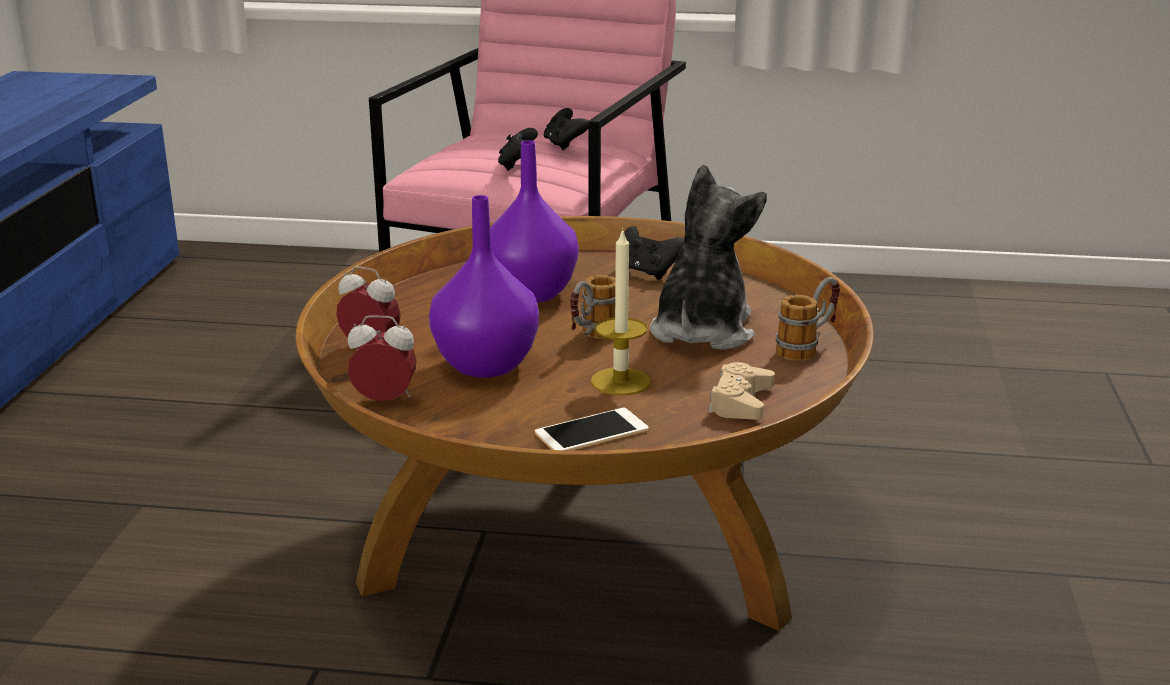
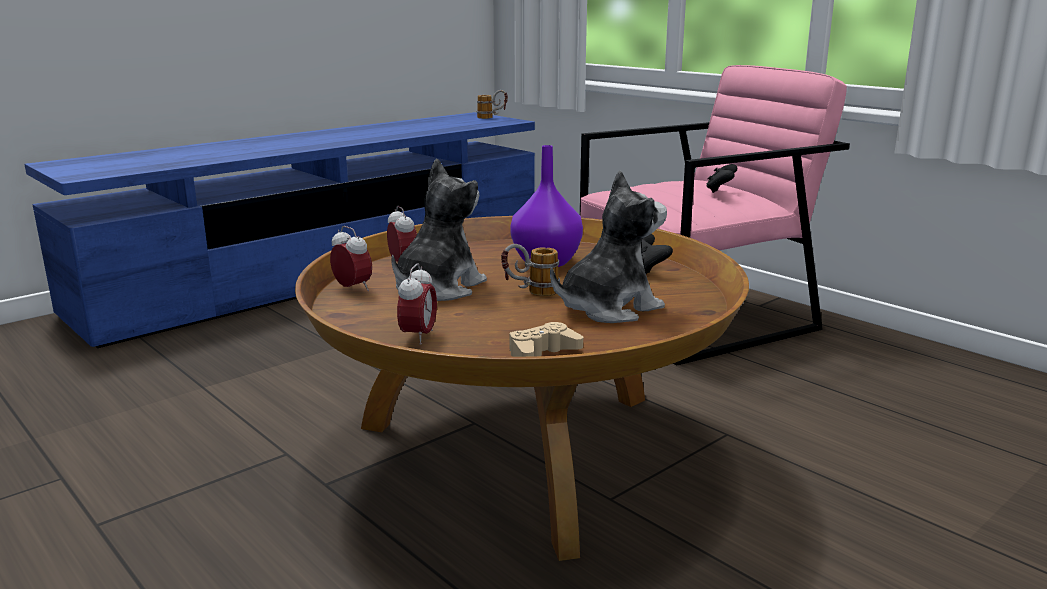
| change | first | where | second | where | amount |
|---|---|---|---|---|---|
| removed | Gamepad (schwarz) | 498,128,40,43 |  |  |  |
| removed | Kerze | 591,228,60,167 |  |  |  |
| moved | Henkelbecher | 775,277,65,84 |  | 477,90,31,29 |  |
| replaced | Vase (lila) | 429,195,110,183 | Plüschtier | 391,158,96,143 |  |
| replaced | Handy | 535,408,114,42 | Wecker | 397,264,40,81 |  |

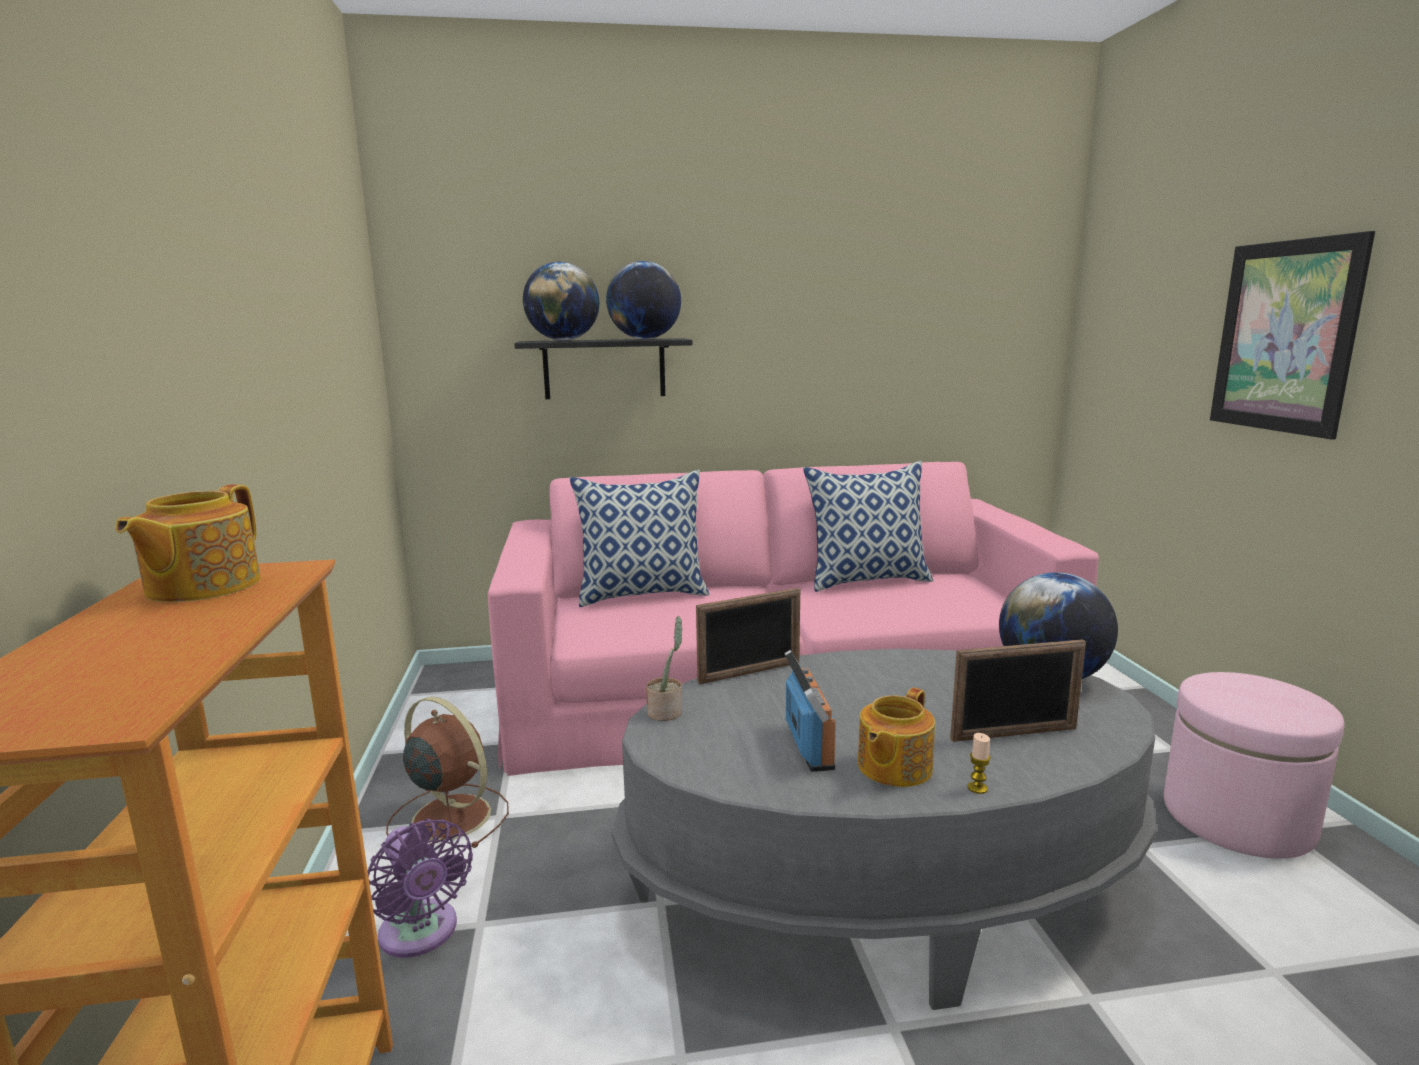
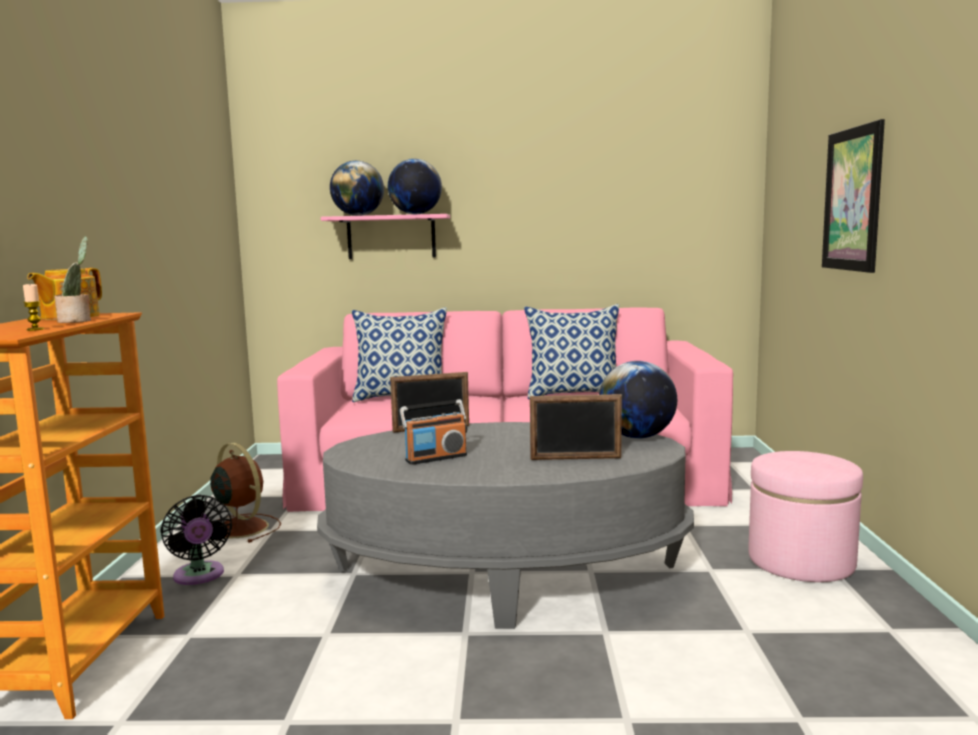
| change | first | where | second | where | amount |
|---|---|---|---|---|---|
| removed | Teekanne | 858,688,77,99 |  |  |  |
| moved | Topfpflanze | 646,616,37,105 |  | 55,236,36,87 |  |
| moved | Kerze | 967,733,24,61 |  | 23,284,21,47 |  |
| recoloured | Ventilator (lila) | 368,819,105,139 | Ventilator (schwarz) | 160,495,72,90 |  |
| recoloured | Wandregal (schwarz) | 514,338,179,61 | Wandregal (rosa) | 321,214,129,45 |  |
| turned | Radio | 784,650,52,122 |  | 400,399,67,66 | 60 degrees clockwise |

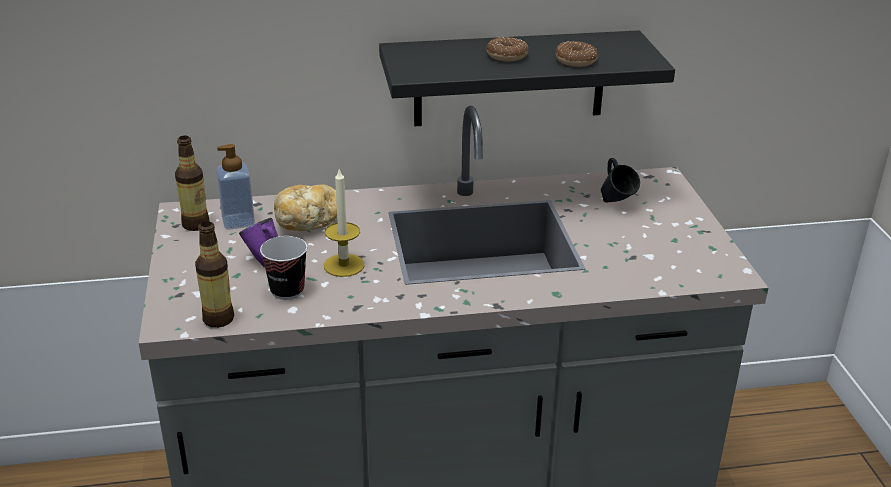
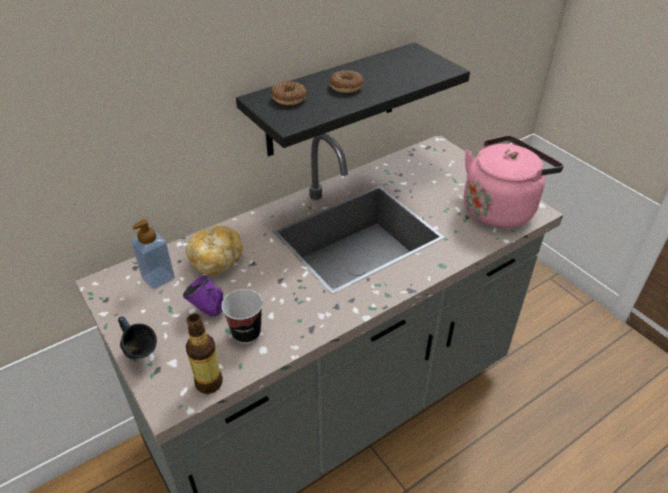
| change | first | where | second | where | amount |
|---|---|---|---|---|---|
| removed | Flasche | 175,136,34,95 |  |  |  |
| removed | Kerze | 324,167,41,110 |  |  |  |
| added |  |  | Wasserkessel (rosa) | 464,135,100,93 |  |
| moved | Donut | 555,41,43,26 |  | 271,81,36,24 |  |
| moved | Henkelbecher (blau) | 601,158,39,44 |  | 118,316,39,43 |  |

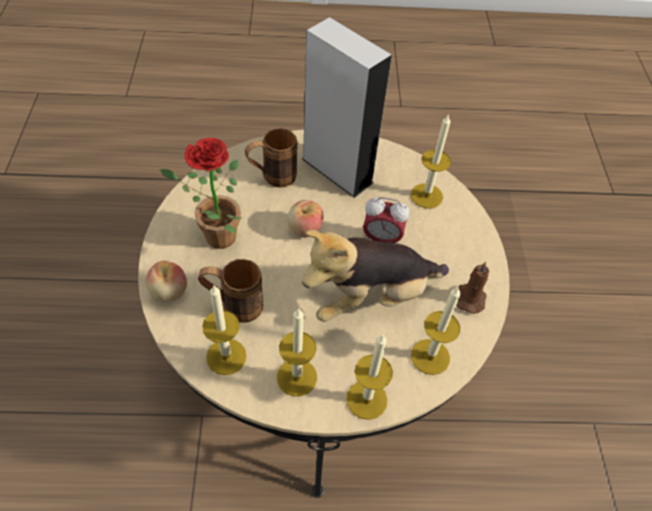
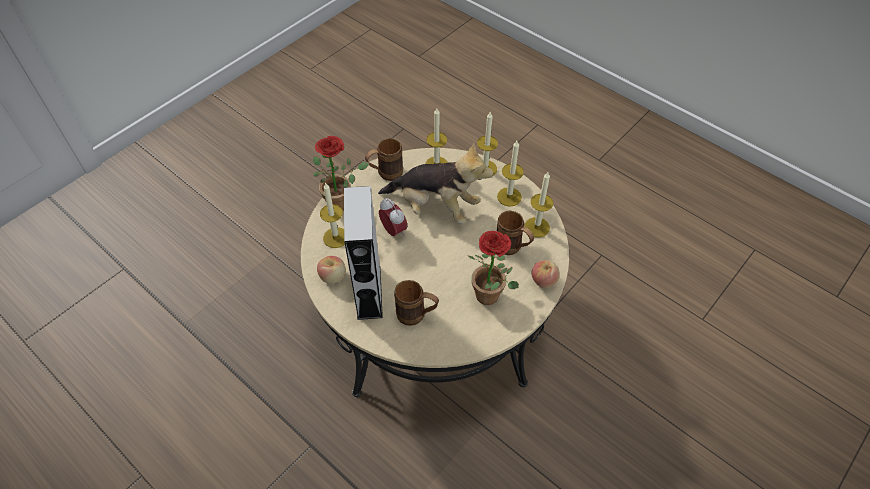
| change | first | where | second | where | amount |
|---|---|---|---|---|---|
| added |  |  | Topfpflanze | 313,136,56,75 |  |
| moved | Apfel | 287,200,37,38 |  | 317,256,29,28 |  |
| replaced | Kerze (braun) | 456,262,33,52 | Henkelbecher (braun) | 365,138,38,43 |  |

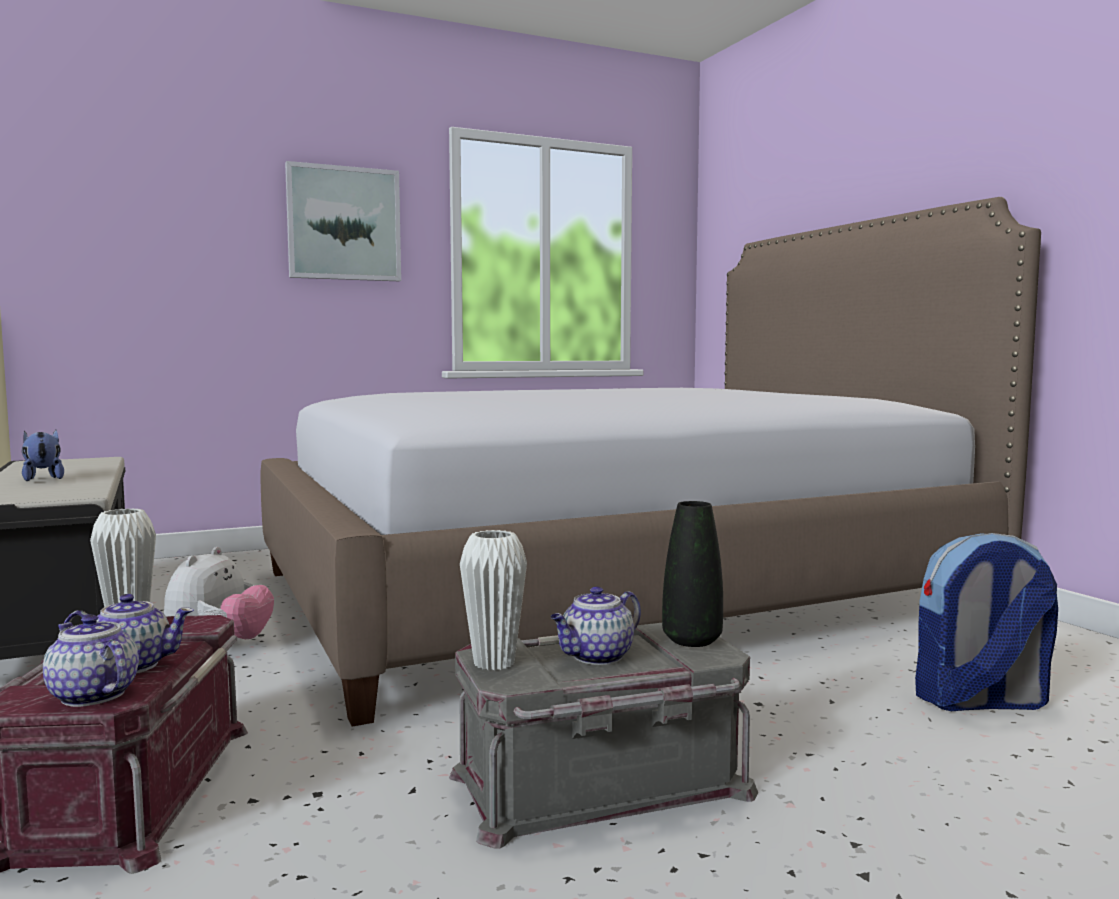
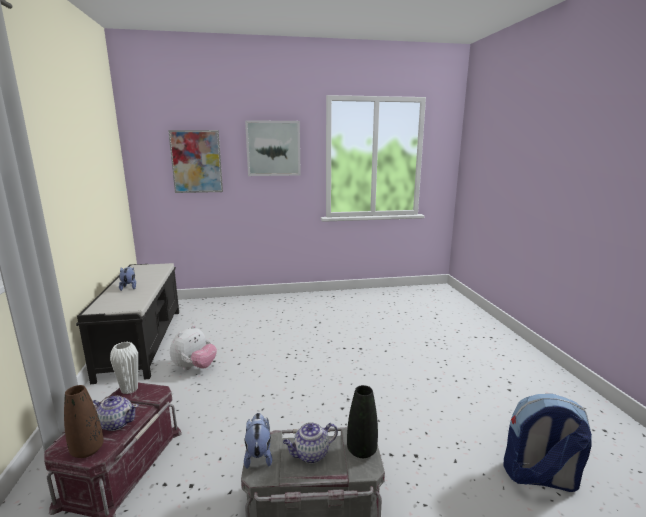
| change | first | where | second | where | amount |
|---|---|---|---|---|---|
| removed | Bett | 260,197,781,530 |  |  |  |
| added |  |  | Bild | 168,130,55,63 |  |
| replaced | Teekanne | 43,614,96,93 | Vase (braun) | 64,385,40,73 |  |
| replaced | Vase (weiß) | 460,530,67,140 | Plüschtier | 244,413,28,56 |  |

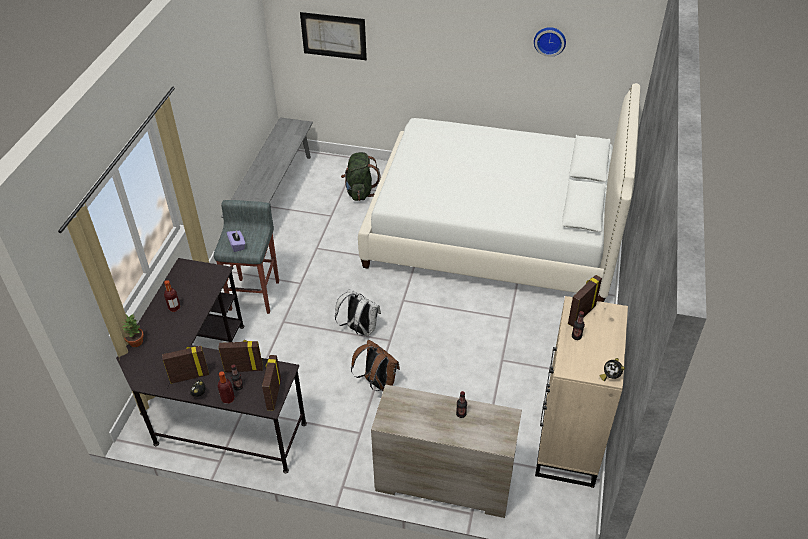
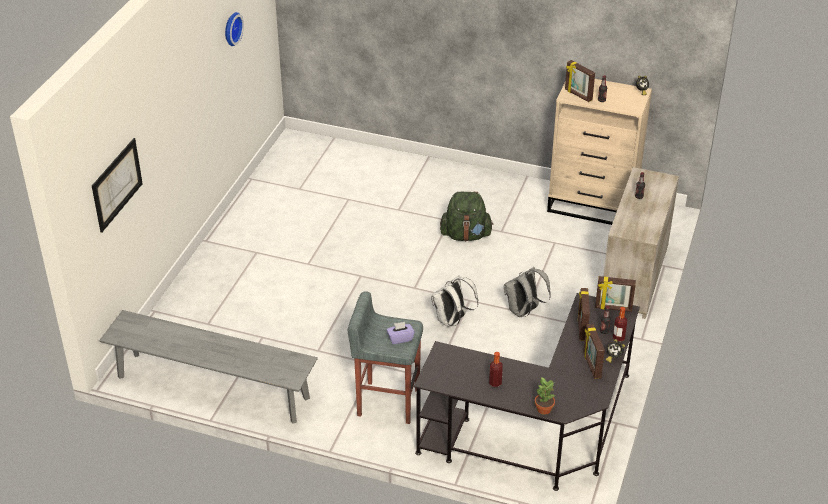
| change | first | where | second | where | amount |
|---|---|---|---|---|---|
| removed | Bett (weiß) | 358,83,282,219 |  |  |  |
| moved | Rucksack (grün) | 341,152,40,49 |  | 440,192,54,49 |  |
| recoloured | Rucksack (braun) | 351,340,49,51 | Rucksack (grau) | 504,267,47,50 |  |

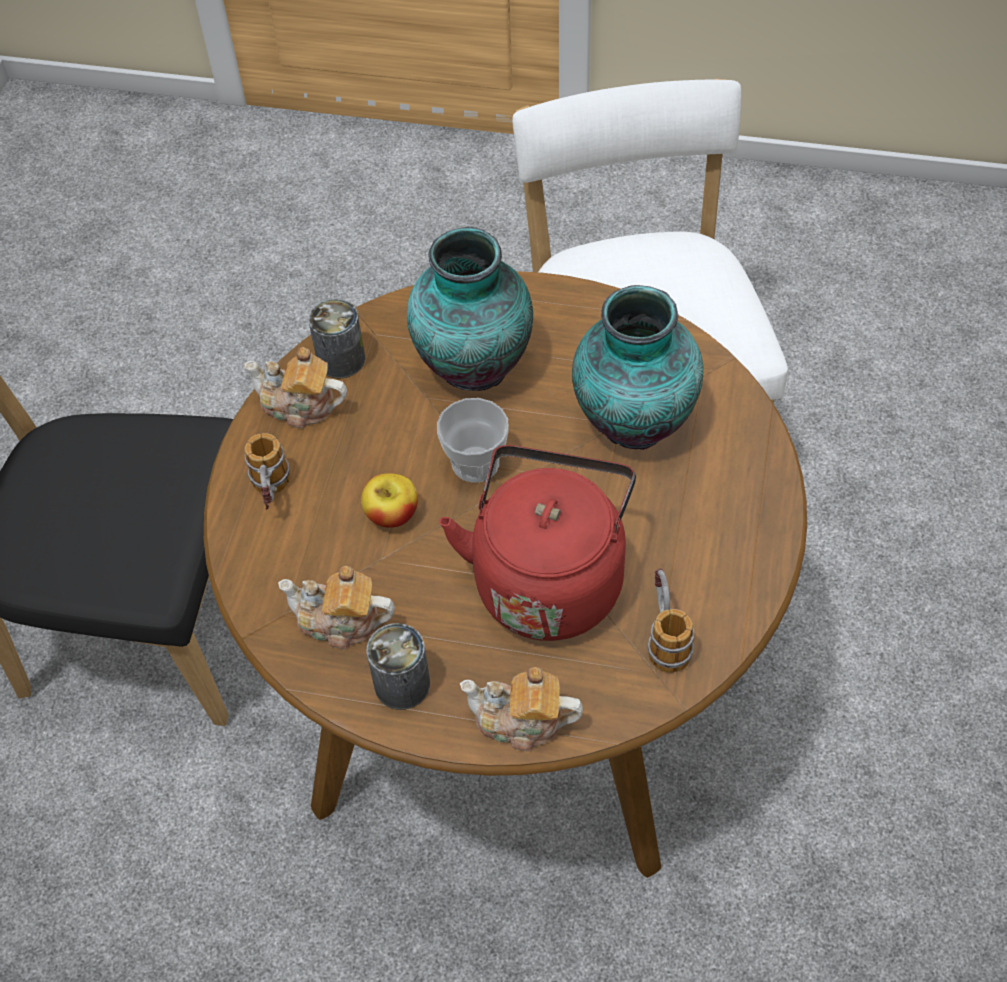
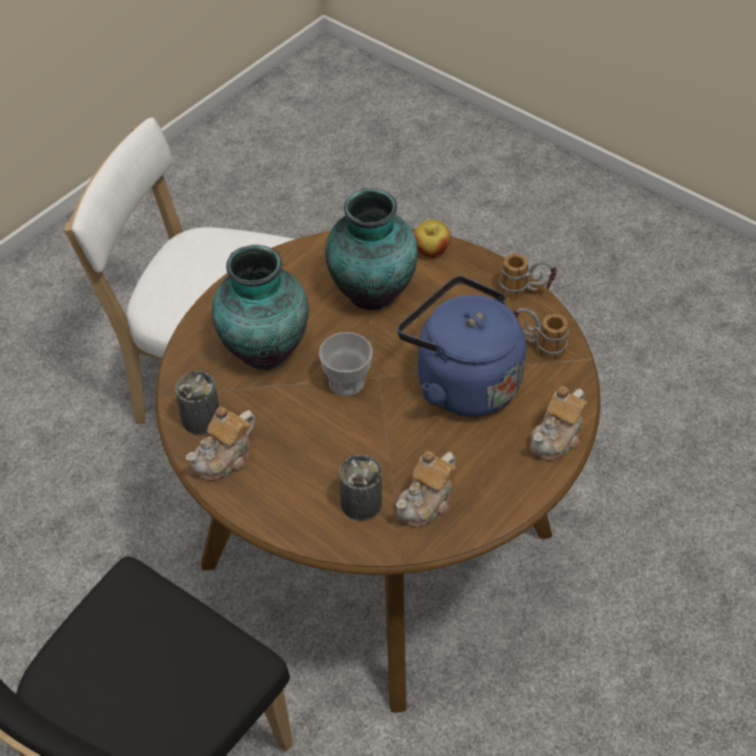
| change | first | where | second | where | amount |
|---|---|---|---|---|---|
| moved | Henkelbecher | 244,433,47,77 |  | 499,253,58,45 |  |
| moved | Apfel | 361,473,57,55 |  | 414,220,37,37 |  |
| moved | Dose | 367,623,63,87 |  | 339,455,43,66 |  |
| recoloured | Wasserkessel (rot) | 440,445,196,196 | Wasserkessel (blau) | 398,276,128,141 |  |

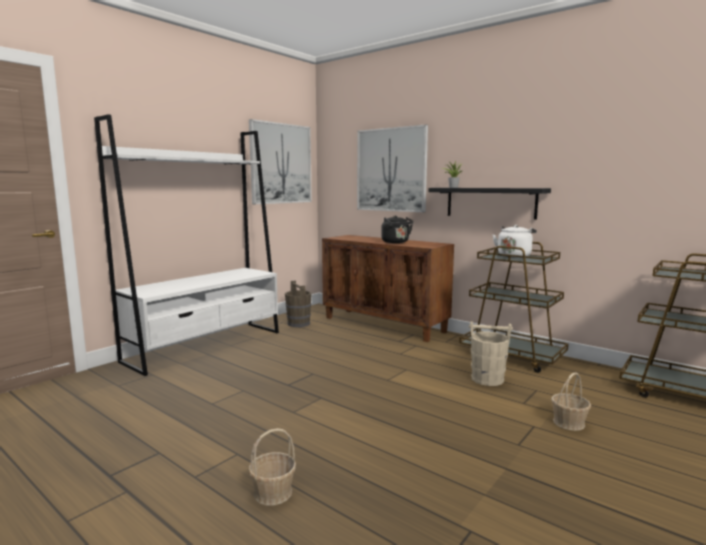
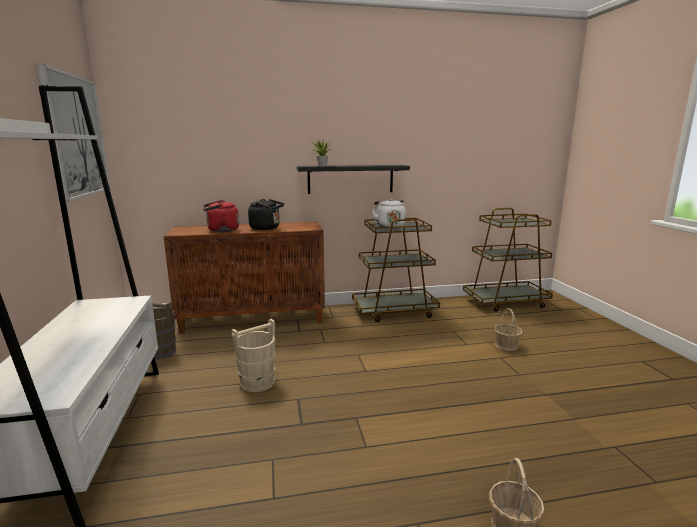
| change | first | where | second | where | amount |
|---|---|---|---|---|---|
| removed | Bild | 357,125,71,87 |  |  |  |
| added |  |  | Wasserkessel (rot) | 203,200,36,32 |  |
| moved | Eimer (beige) | 469,321,44,65 |  | 232,319,43,73 |  |

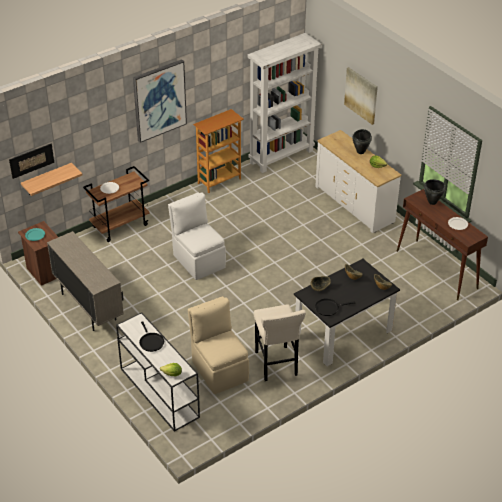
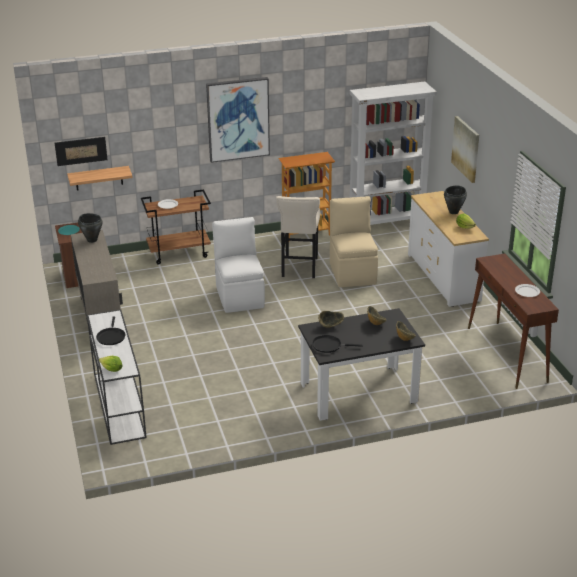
| change | first | where | second | where | amount |
|---|---|---|---|---|---|
| moved | Stuhl (beige) | 188,296,61,98 |  | 330,196,48,91 |  |
| moved | Hocker (beige) | 254,304,52,77 |  | 276,196,44,82 |  |
| moved | Kochtopf (schwarz) | 424,179,22,26 |  | 78,213,25,30 |  |

